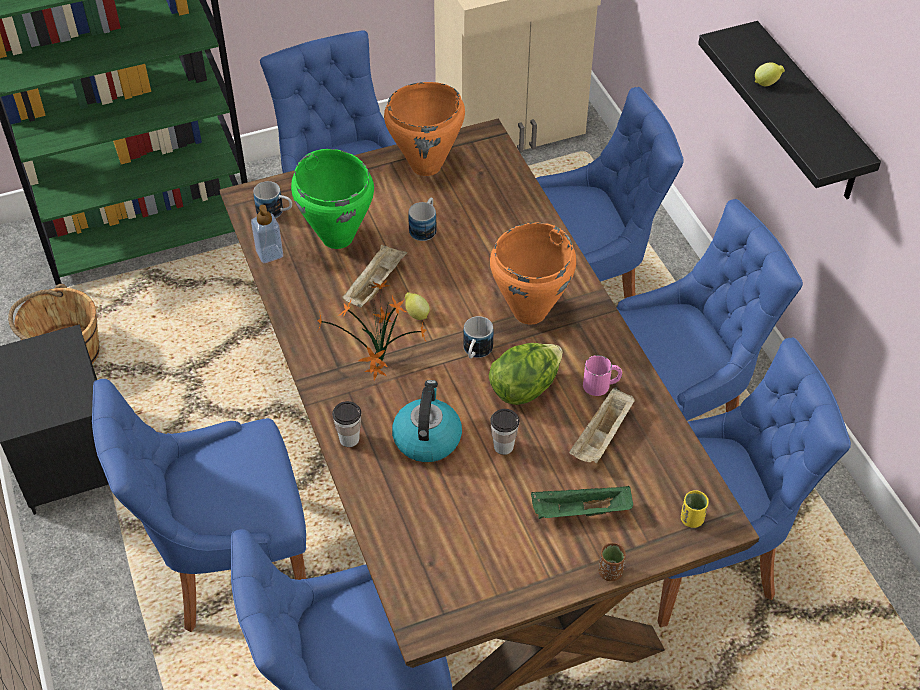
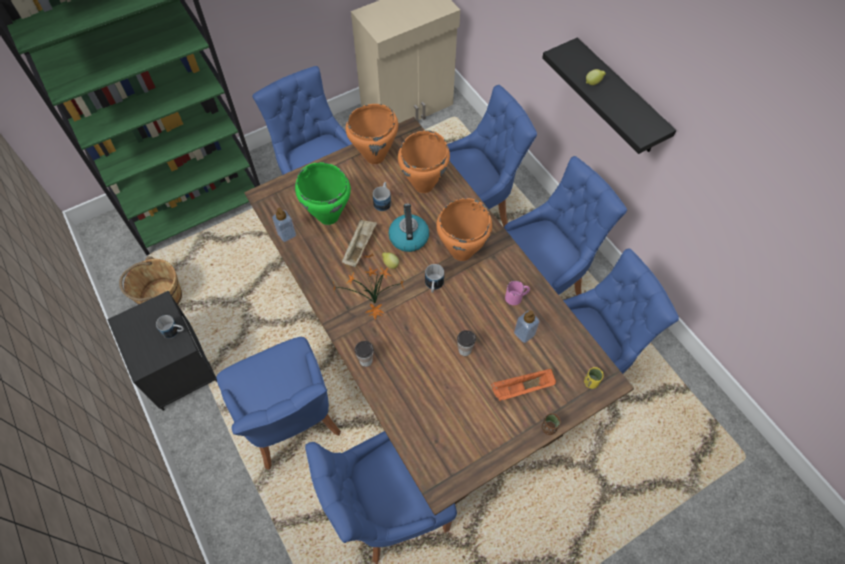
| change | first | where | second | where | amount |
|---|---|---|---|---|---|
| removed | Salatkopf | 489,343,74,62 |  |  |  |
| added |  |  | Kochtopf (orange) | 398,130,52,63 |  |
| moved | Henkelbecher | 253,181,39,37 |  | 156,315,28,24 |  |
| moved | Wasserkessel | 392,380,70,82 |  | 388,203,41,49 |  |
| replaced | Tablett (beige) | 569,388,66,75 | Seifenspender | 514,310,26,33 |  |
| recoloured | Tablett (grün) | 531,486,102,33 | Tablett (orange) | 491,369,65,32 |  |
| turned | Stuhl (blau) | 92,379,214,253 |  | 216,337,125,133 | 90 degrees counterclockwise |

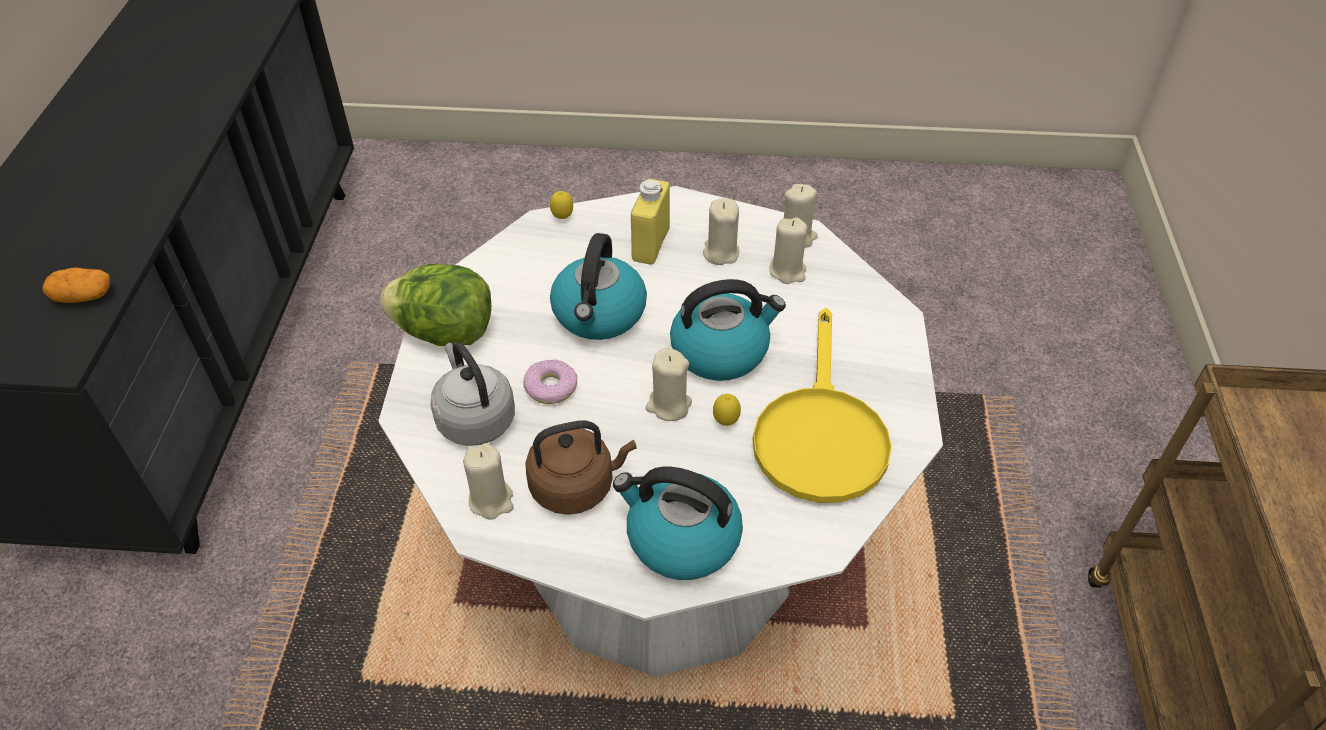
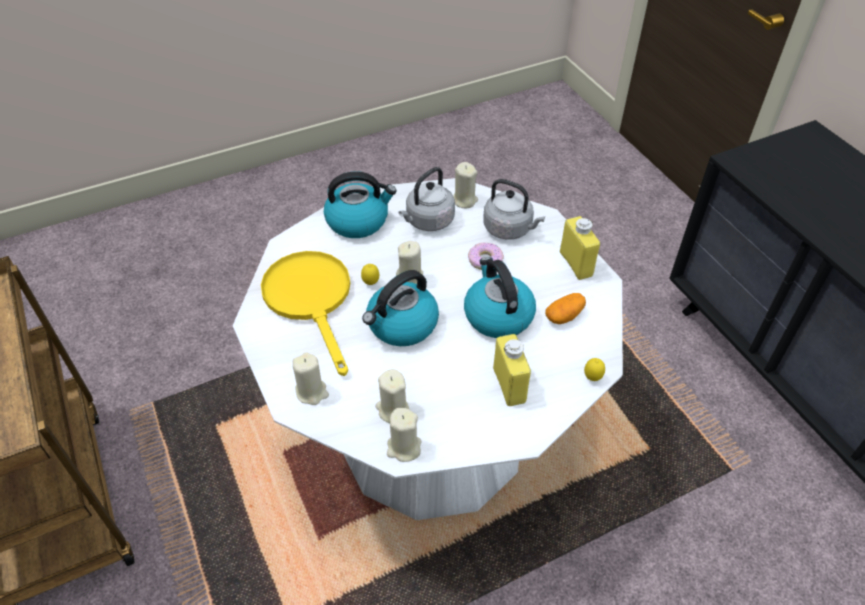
| change | first | where | second | where | amount |
|---|---|---|---|---|---|
| moved | Kartoffel | 42,268,68,35 |  | 545,293,41,31 |  |
| moved | Kerze (beige) | 703,198,36,67 |  | 293,352,36,53 |  |
| replaced | Salatkopf | 380,264,111,82 | Flasche (gelb) | 560,216,40,64 |  |
| recoloured | Wasserkessel (braun) | 525,420,112,95 | Wasserkessel (grau) | 398,167,57,64 |  |

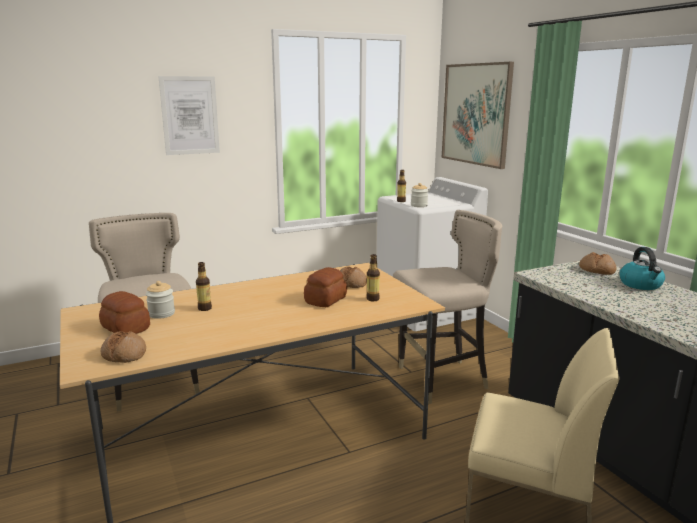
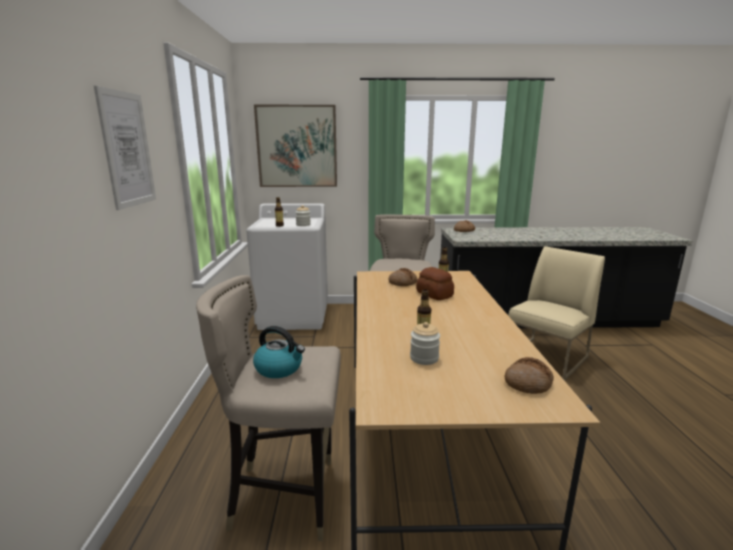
| change | first | where | second | where | amount |
|---|---|---|---|---|---|
| removed | Brot | 99,291,51,43 |  |  |  |
| moved | Wasserkessel | 619,247,46,43 |  | 253,326,52,52 |  |

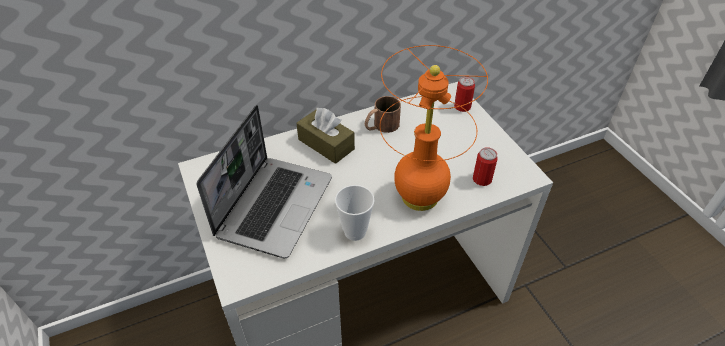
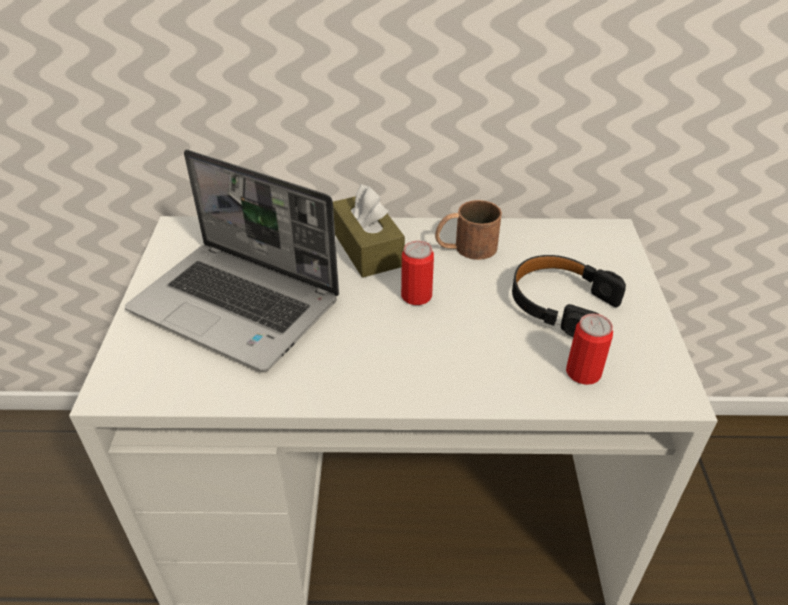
| change | first | where | second | where | amount |
|---|---|---|---|---|---|
| removed | Tasse | 335,185,40,56 |  |  |  |
| removed | Tischlampe (orange) | 380,45,108,166 |  |  |  |
| added |  |  | Kopfhörer (schwarz) | 512,255,114,82 |  |
| moved | Dose | 454,77,21,35 |  | 401,241,33,64 |  |
| turned | Laptop | 197,105,135,153 |  | 125,150,214,222 | 75 degrees clockwise |

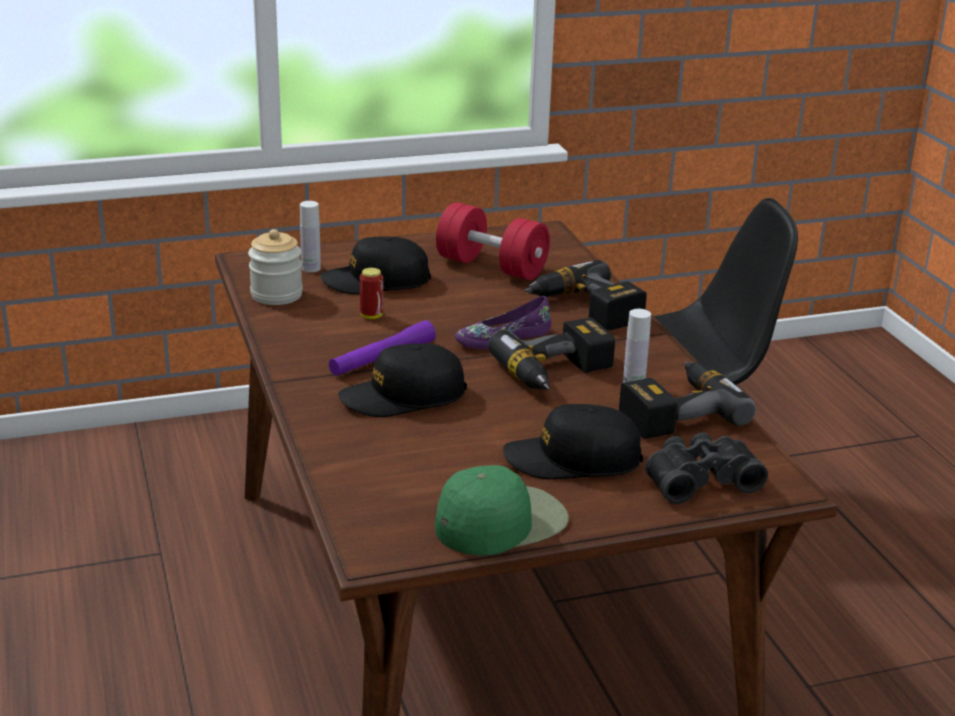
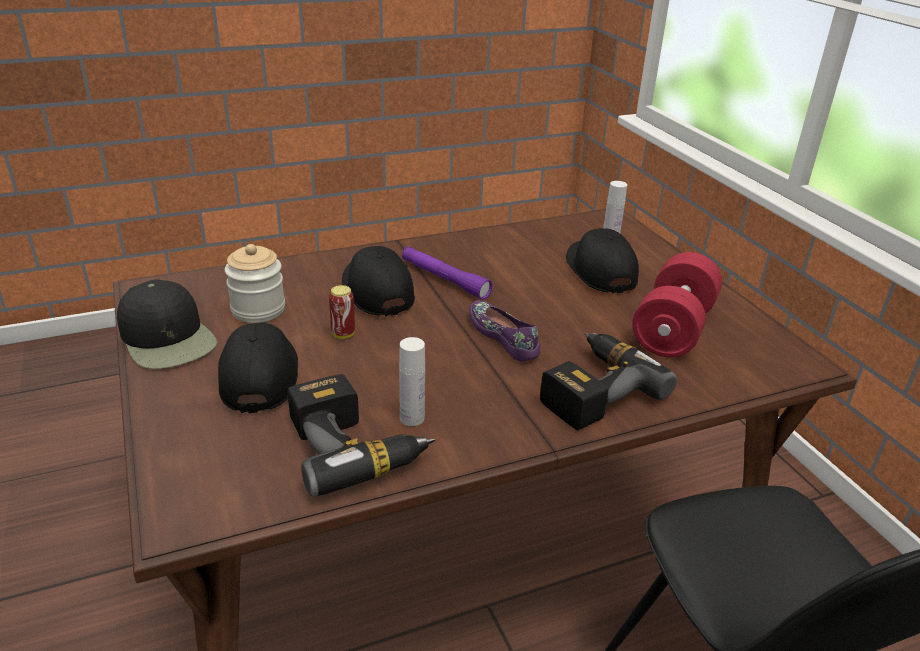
| change | first | where | second | where | amount |
|---|---|---|---|---|---|
| removed | Bohrmaschine | 488,317,127,73 |  |  |  |
| removed | Fernglas (schwarz) | 645,432,123,72 |  |  |  |
| moved | Vorratsglas | 248,229,55,76 |  | 225,244,60,79 |  |
| moved | Dose | 360,268,23,51 |  | 329,285,26,54 |  |
| recoloured | Kappe (grün) | 435,465,134,91 | Kappe (schwarz) | 117,279,100,90 |  |

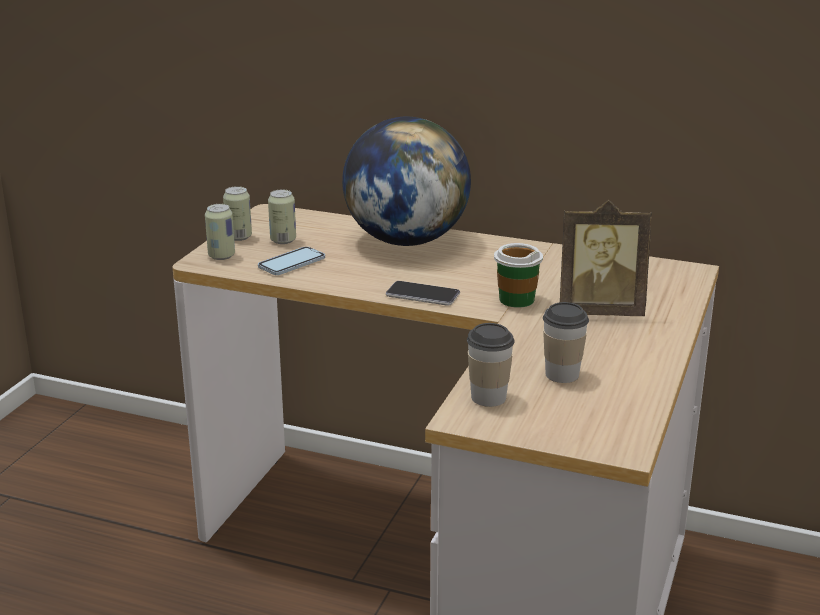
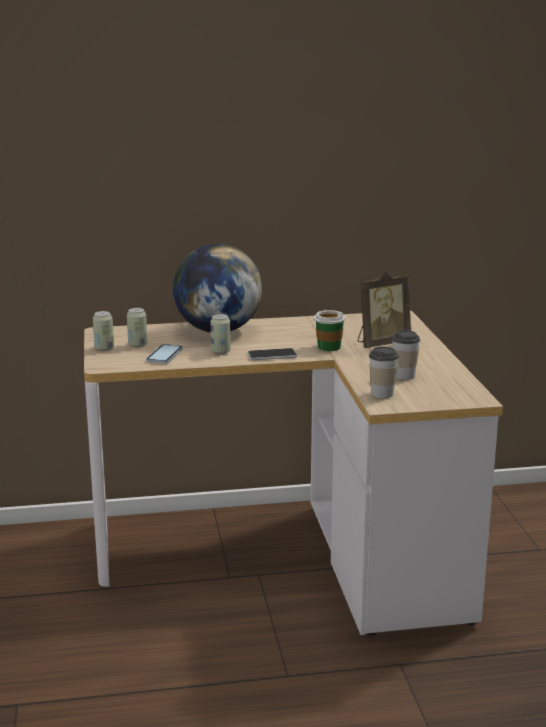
| change | first | where | second | where | amount |
|---|---|---|---|---|---|
| moved | Dose | 205,204,30,56 |  | 211,314,20,40 |  |

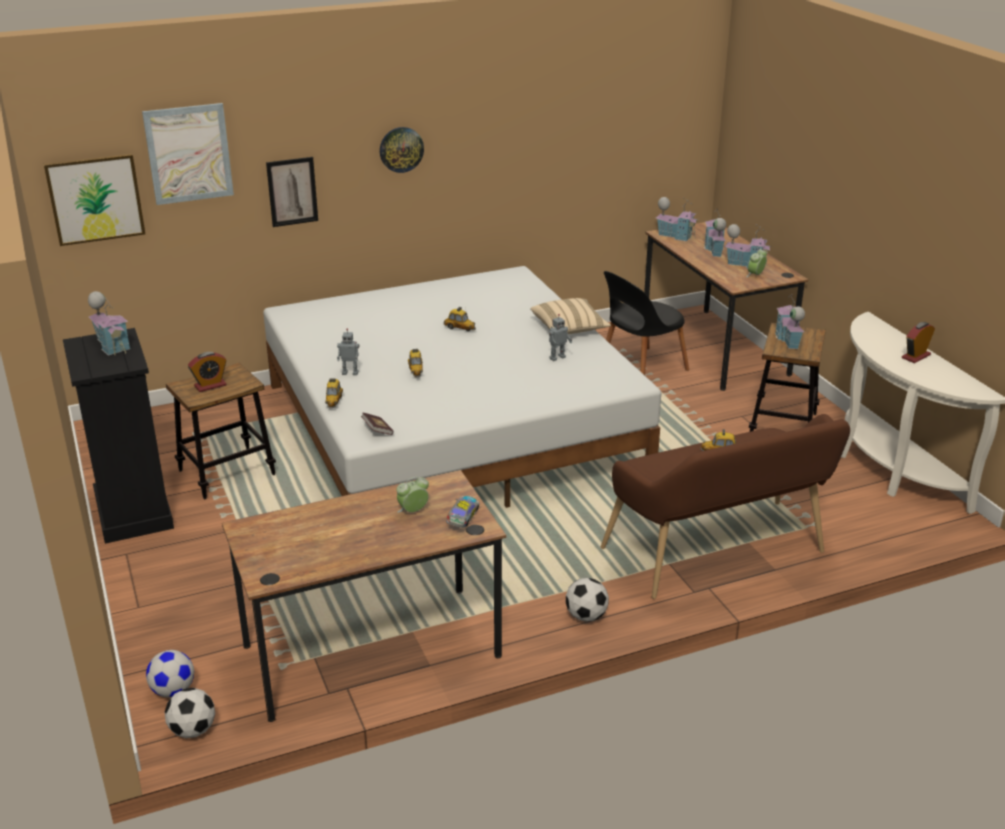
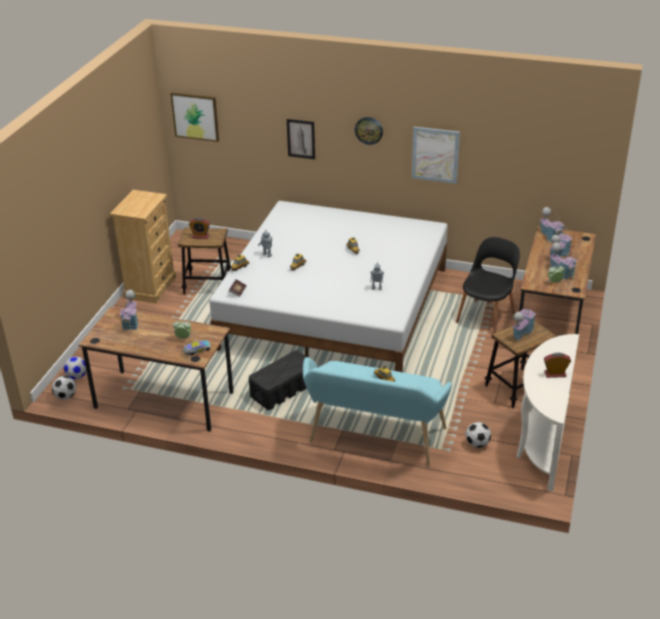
| change | first | where | second | where | amount |
|---|---|---|---|---|---|
| removed | Kissen (beige) | 530,298,81,36 |  |  |  |
| added |  |  | Aufbewahrungsbox (schwarz) | 249,350,58,60 |  |
| moved | Spielzeughaus | 88,291,42,65 |  | 120,290,19,41 |  |
| moved | Bild | 142,103,92,102 |  | 412,127,48,57 |  |
| moved | Fußball | 566,578,43,44 |  | 465,422,26,26 |  |
| recoloured | Kommode (schwarz) | 63,328,111,216 | Kommode (beige) | 110,190,66,114 |  |
| recoloured | Bank (braun) | 601,414,249,185 | Bank (türkis) | 303,357,149,109 |  |
| turned | Stuhl (schwarz) | 604,271,85,104 |  | 456,237,64,97 | 120 degrees clockwise |

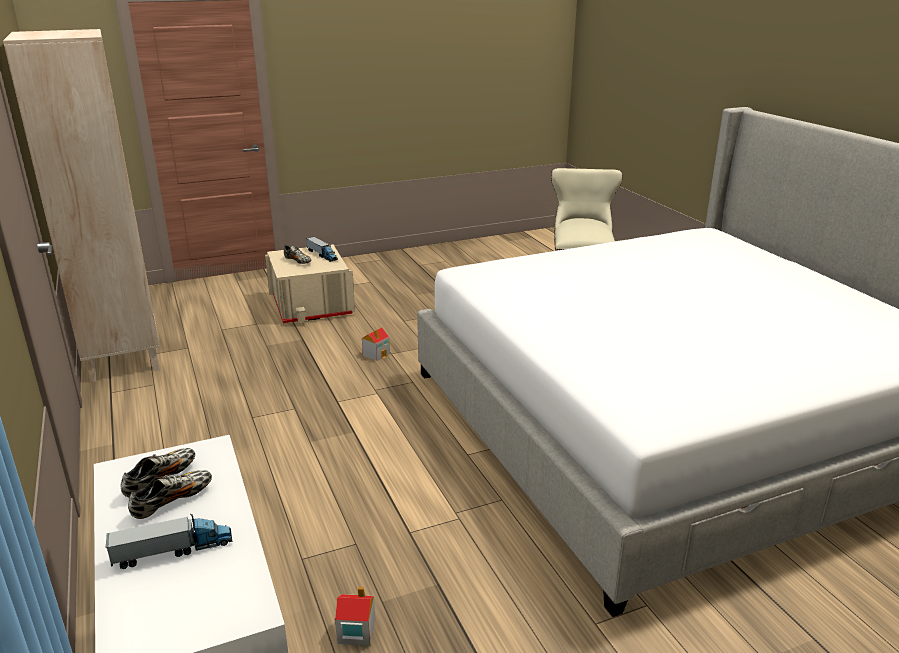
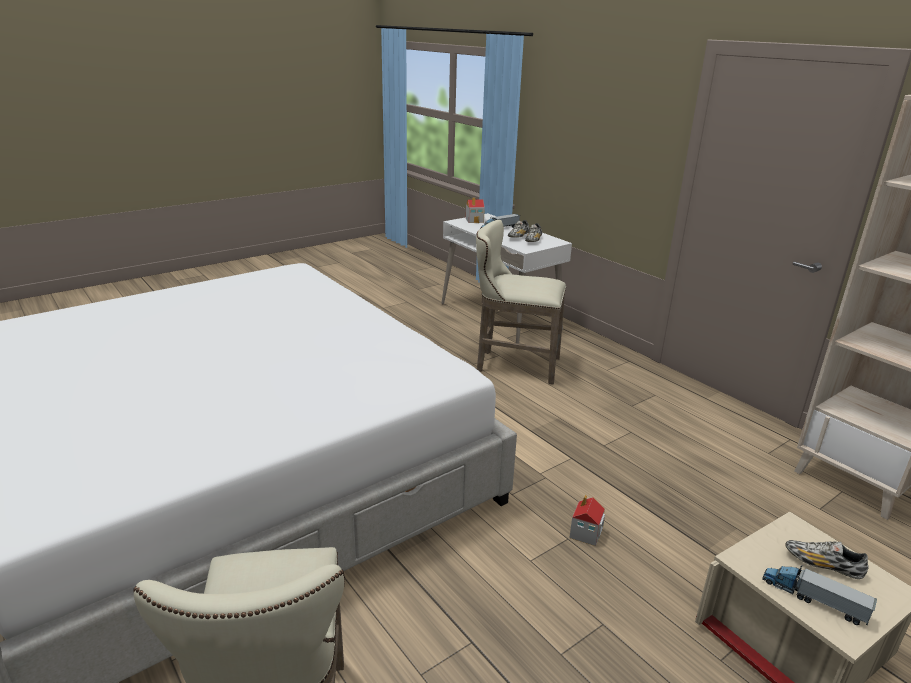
| change | first | where | second | where | amount |
|---|---|---|---|---|---|
| added |  |  | Hocker (beige) | 476,220,90,164 |  |
| moved | Spielzeughaus | 335,587,40,59 |  | 466,197,19,26 |  |

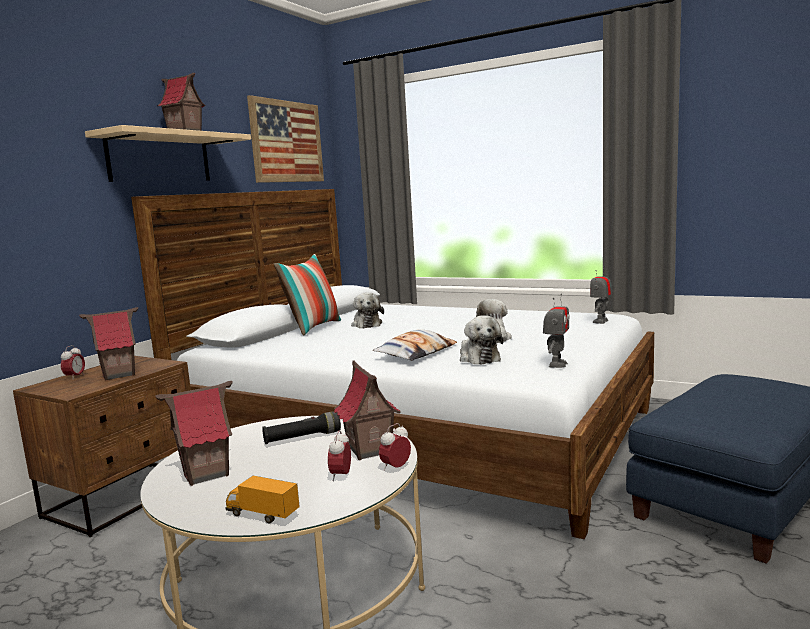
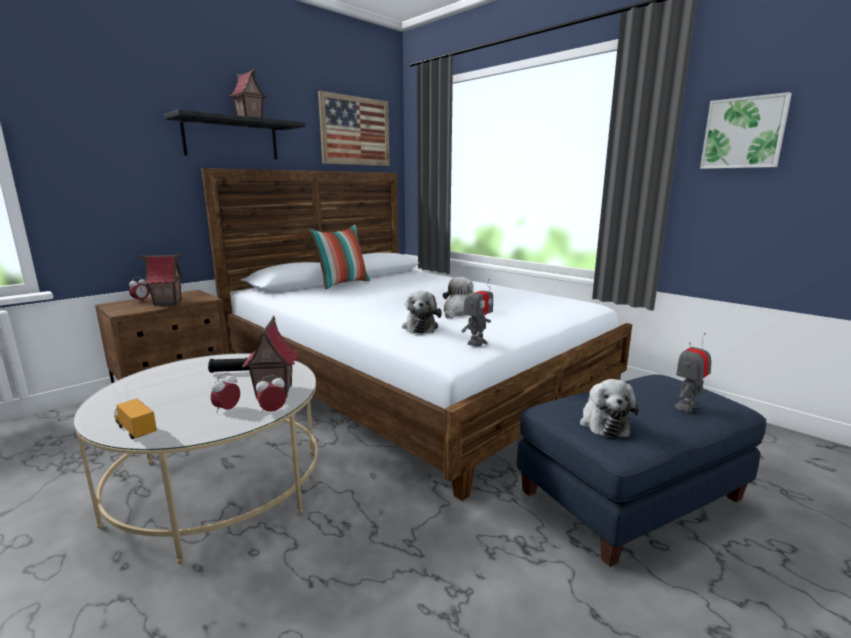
| change | first | where | second | where | amount |
|---|---|---|---|---|---|
| removed | Spielzeughaus | 155,381,78,105 |  |  |  |
| removed | Kissen | 373,329,84,32 |  |  |  |
| added |  |  | Bild | 700,92,92,77 |  |
| moved | Plüschtier | 351,293,33,35 |  | 580,379,59,58 |  |
| moved | Spielzeugroboter | 590,265,22,59 |  | 675,333,36,80 |  |
| recoloured | Wandregal (beige) | 85,125,166,57 | Wandregal (schwarz) | 164,110,141,49 |  |

